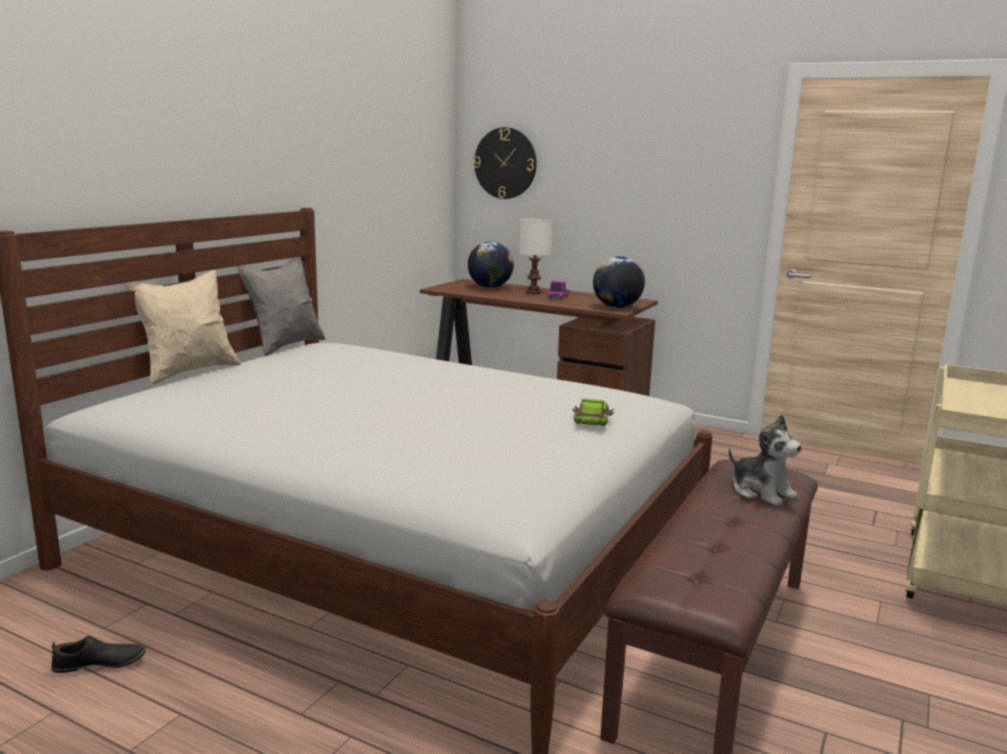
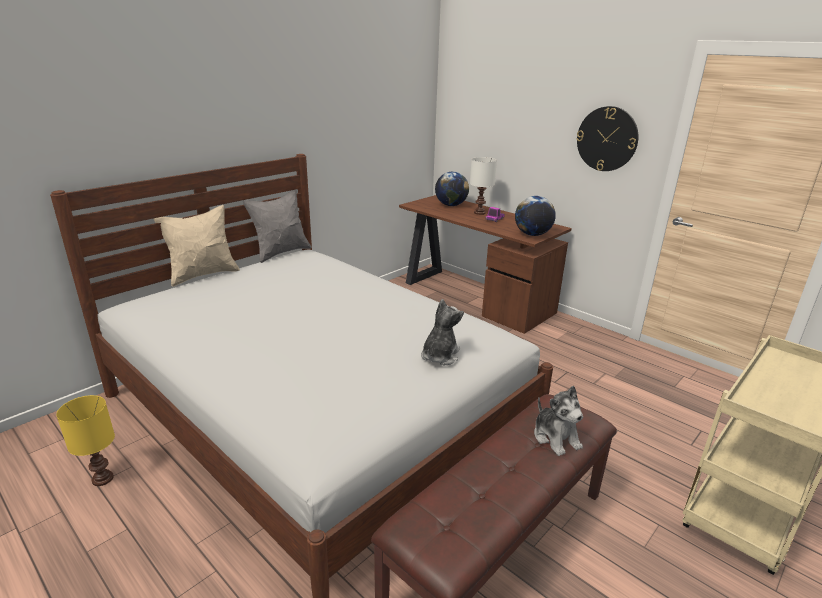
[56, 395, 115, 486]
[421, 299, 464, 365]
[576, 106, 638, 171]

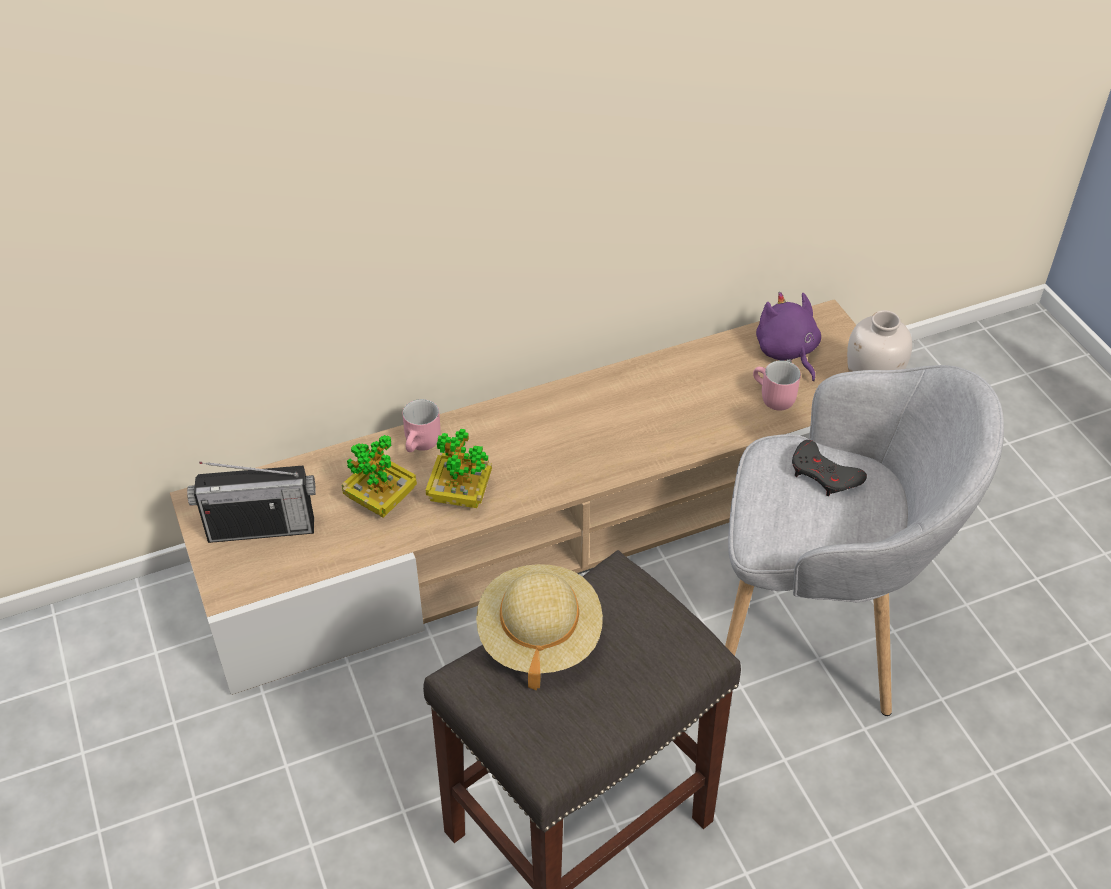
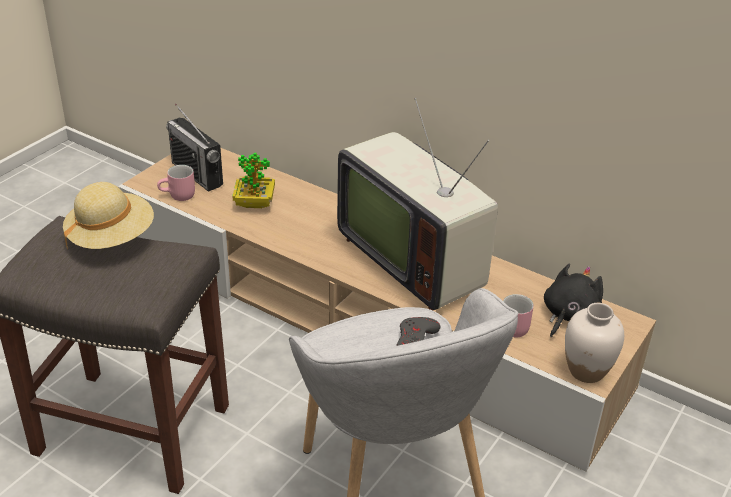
[157, 165, 195, 201]
[337, 98, 498, 310]
[544, 263, 603, 337]
[425, 429, 492, 508] (first image)

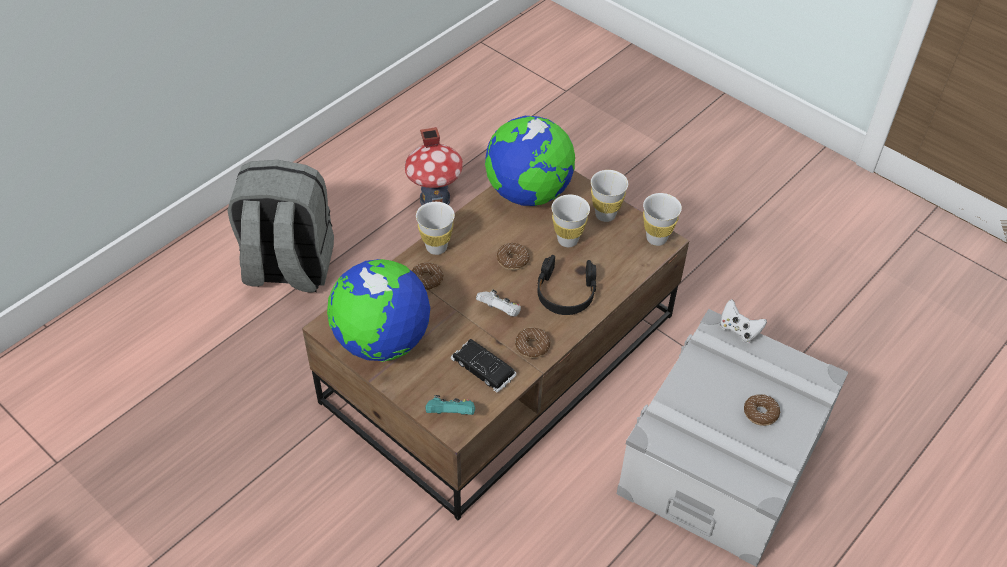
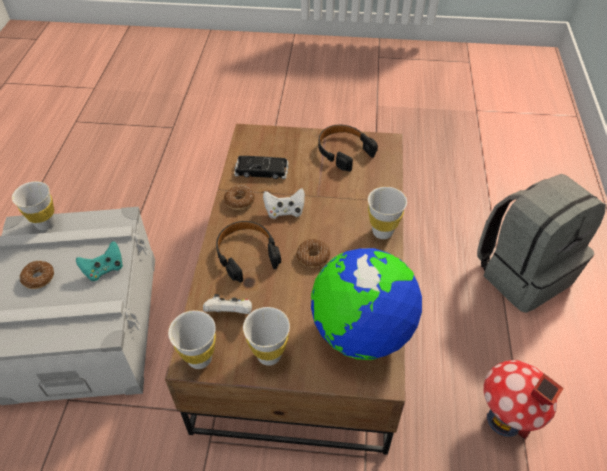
[12, 181, 55, 230]
[76, 241, 123, 281]
[203, 294, 252, 314]
[318, 125, 378, 172]
[412, 263, 444, 291] (first image)

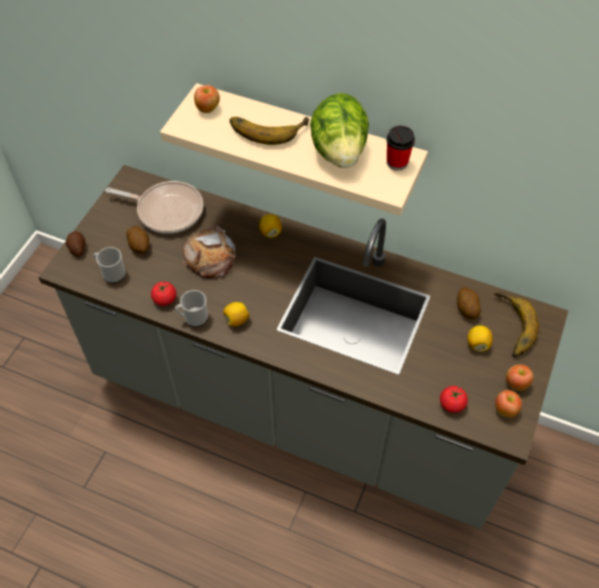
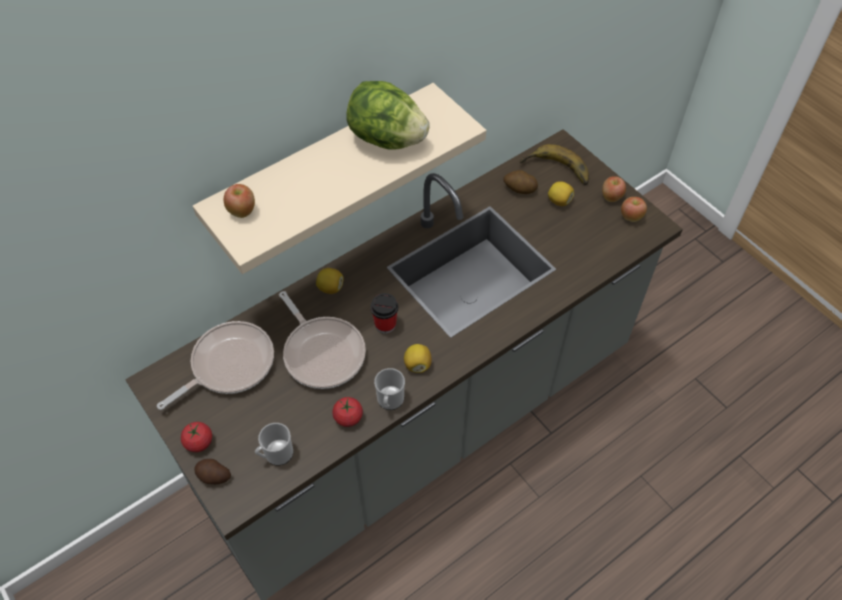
[181, 422, 212, 452]
[279, 291, 366, 389]
[370, 293, 398, 334]
[126, 226, 149, 253] (first image)
[230, 117, 309, 145] (first image)

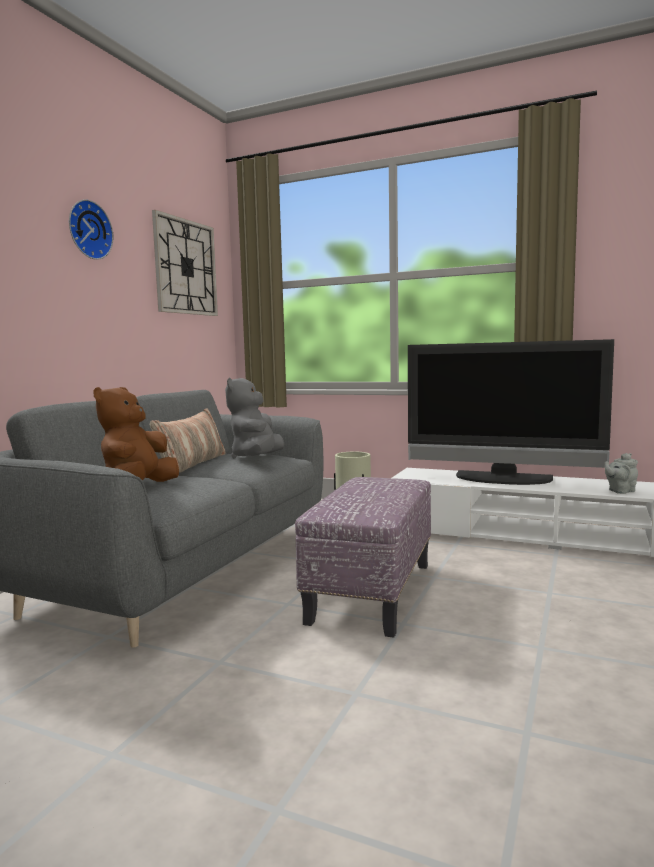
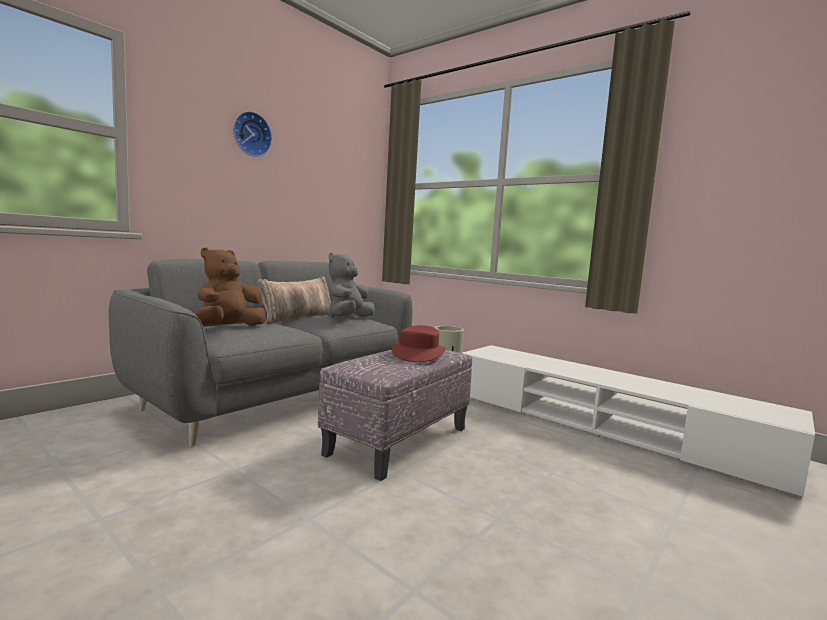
[392, 325, 446, 362]
[152, 210, 218, 316] (first image)
[408, 339, 614, 485] (first image)
[605, 453, 638, 494] (first image)

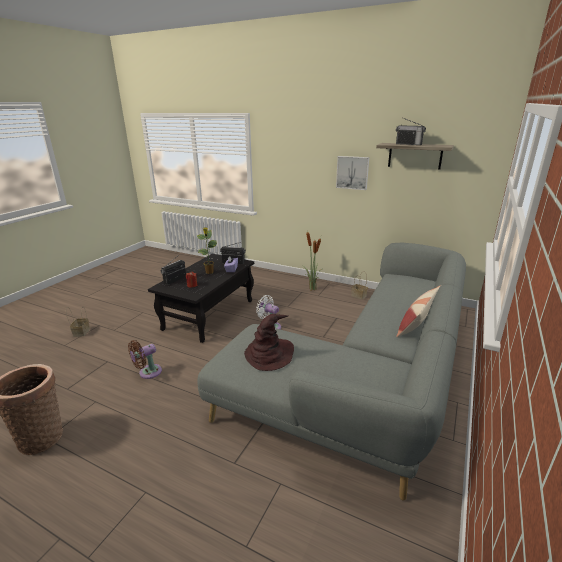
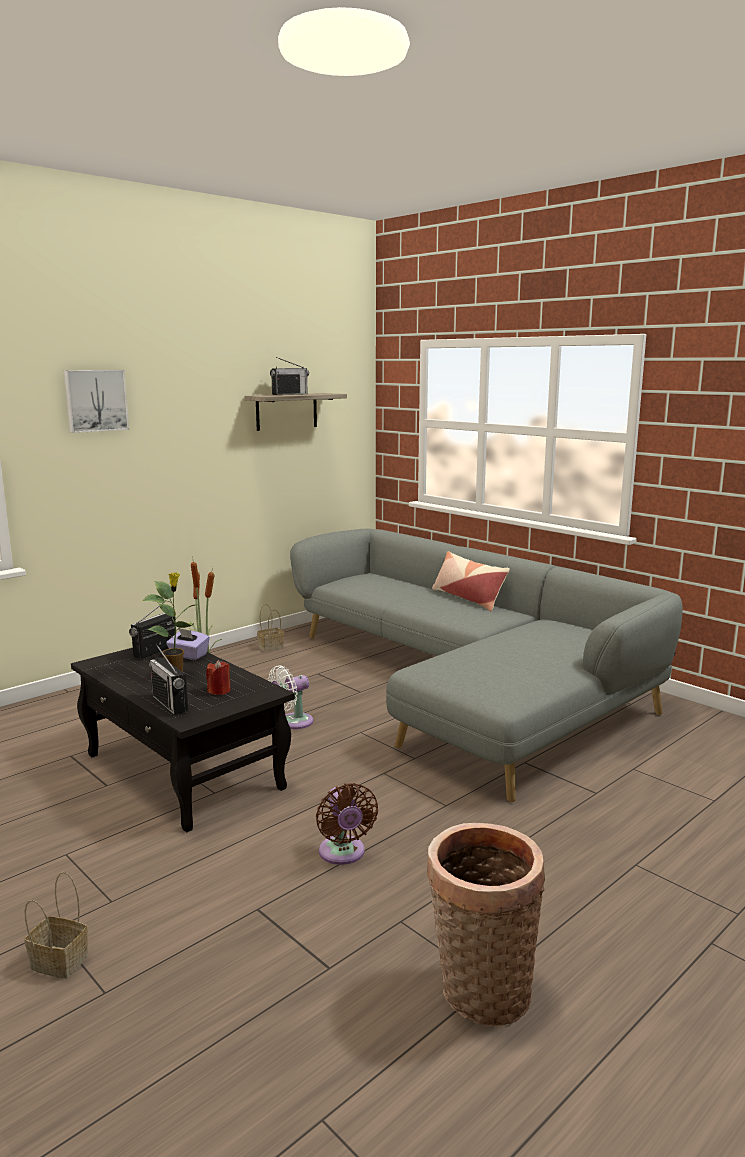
[64, 370, 129, 433]
[244, 314, 294, 371] (first image)

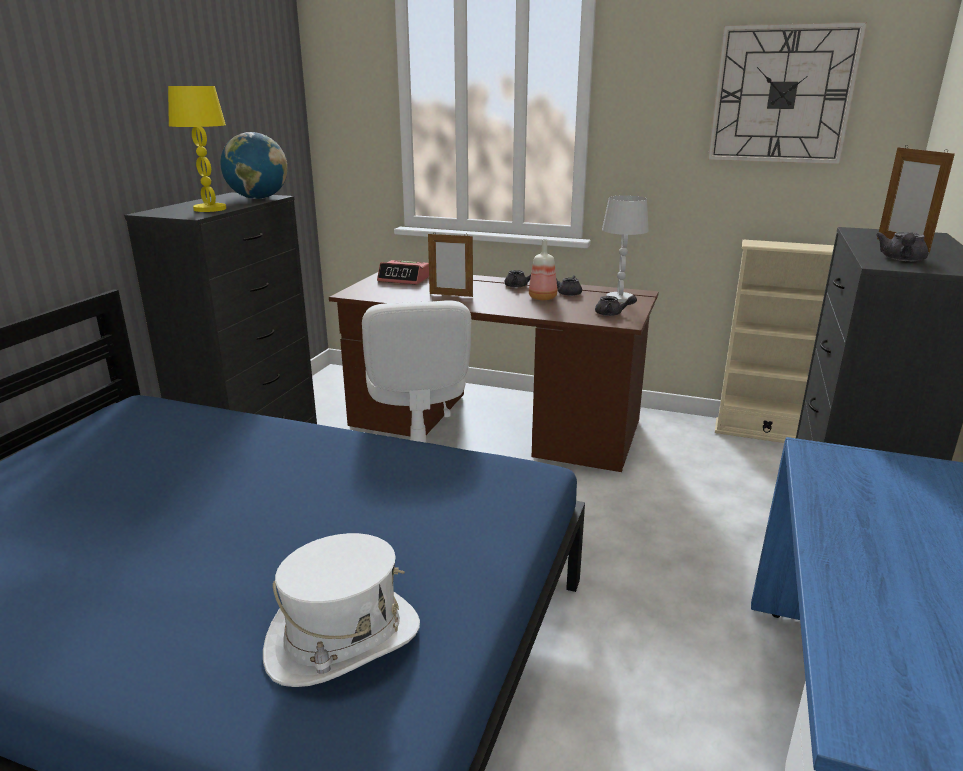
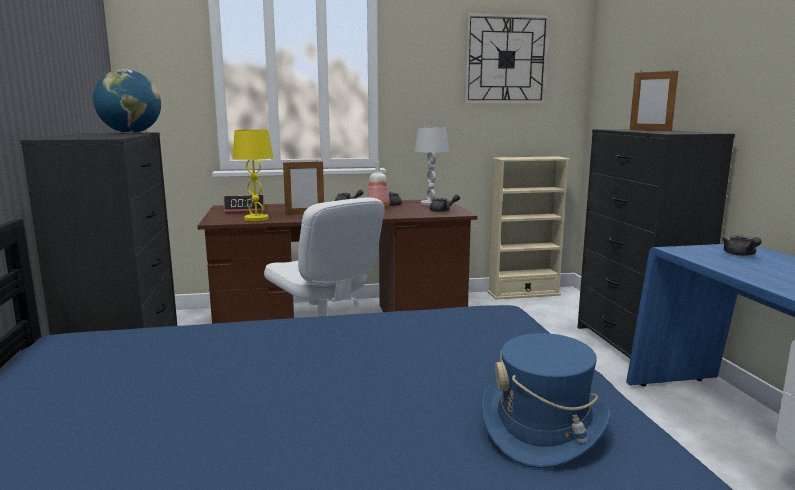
[232, 130, 274, 221]
[481, 333, 611, 468]
[722, 235, 762, 256]

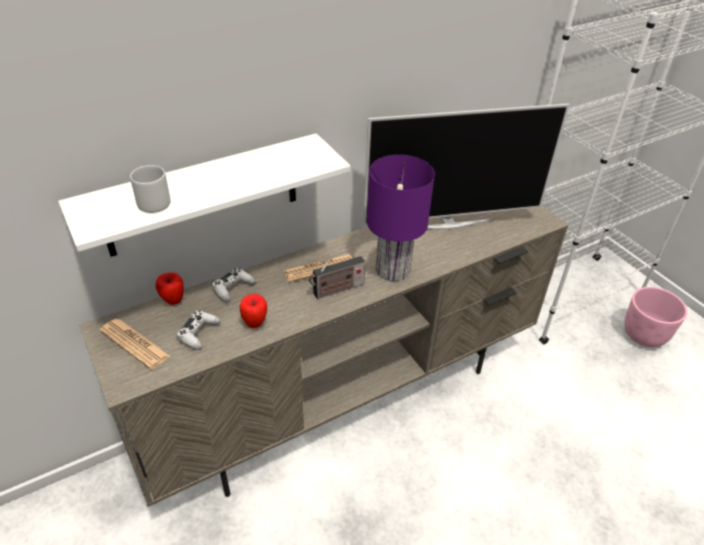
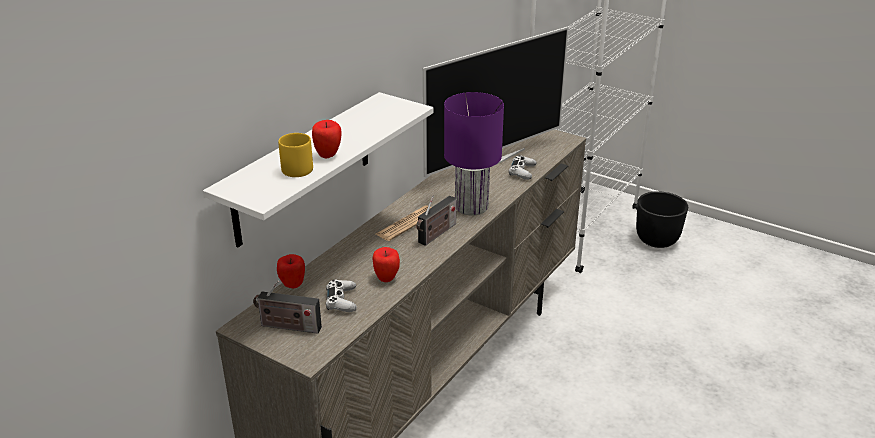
[253, 281, 322, 334]
[278, 133, 313, 177]
[312, 120, 341, 158]
[509, 155, 537, 180]
[636, 191, 688, 248]

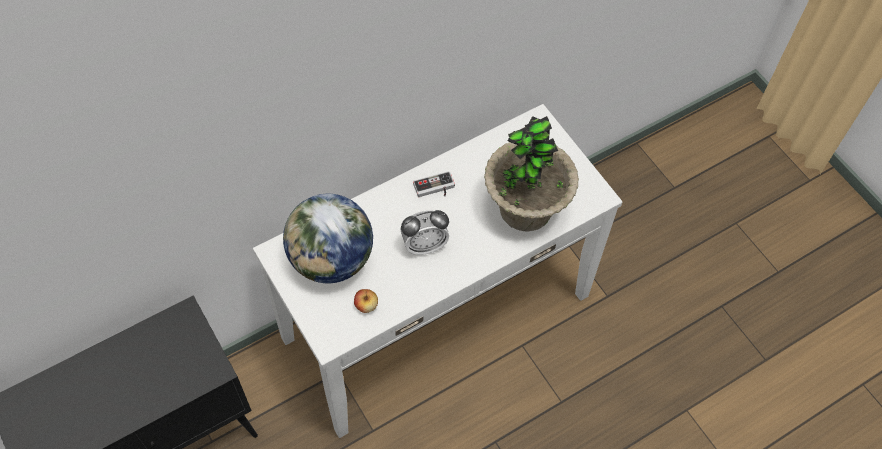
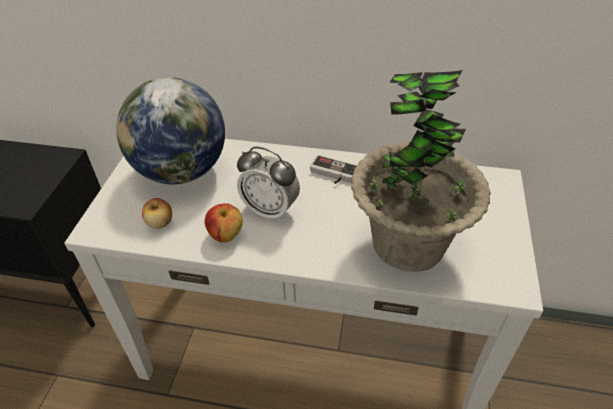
[205, 203, 243, 243]

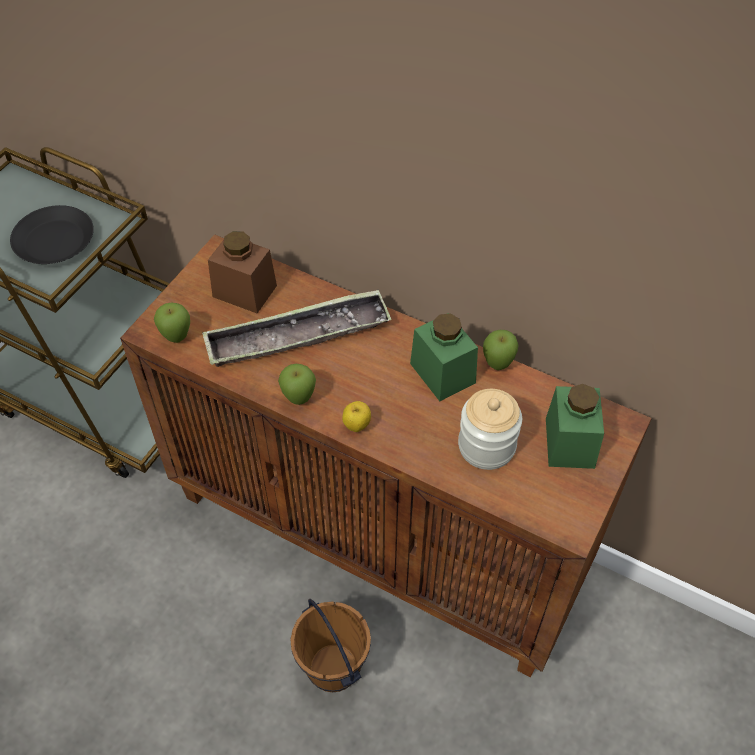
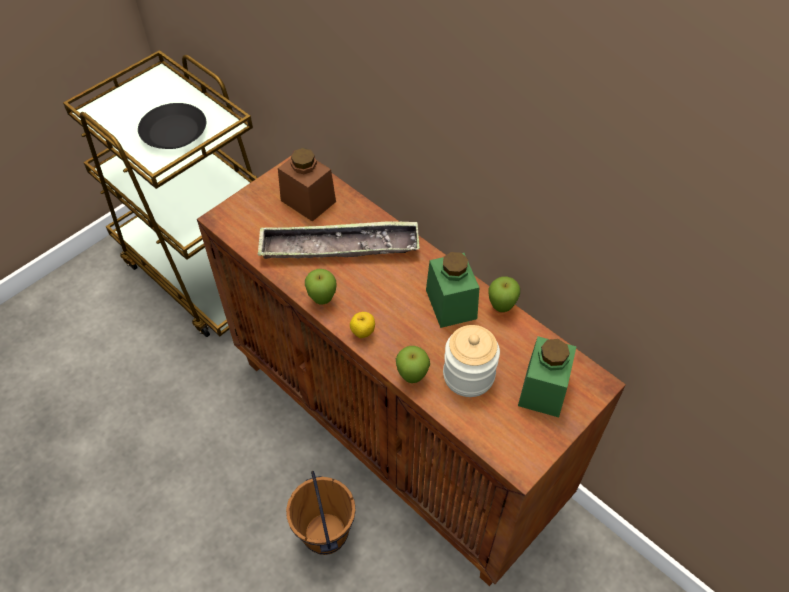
[396, 346, 430, 383]

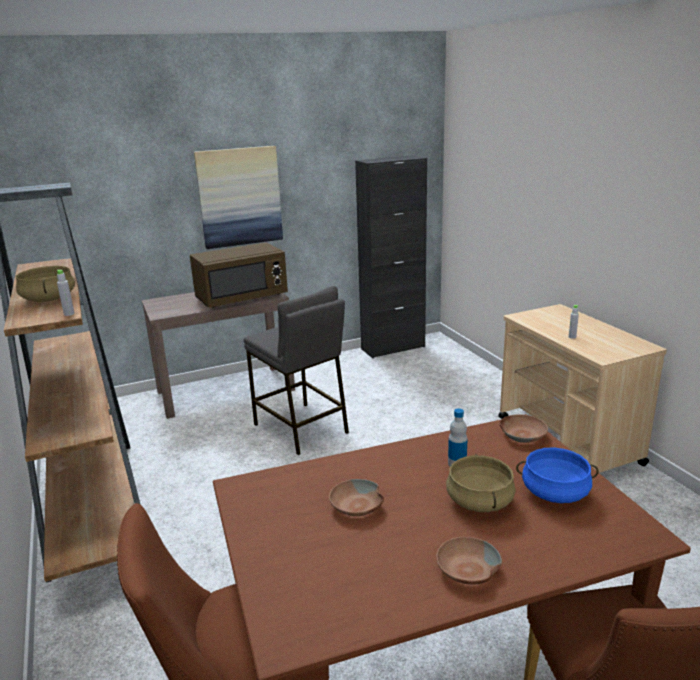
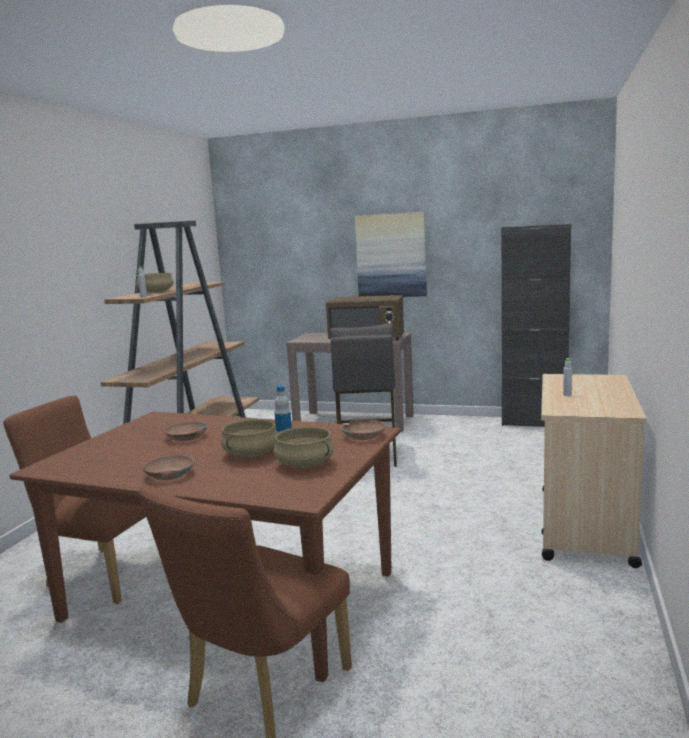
[274, 426, 334, 468]

